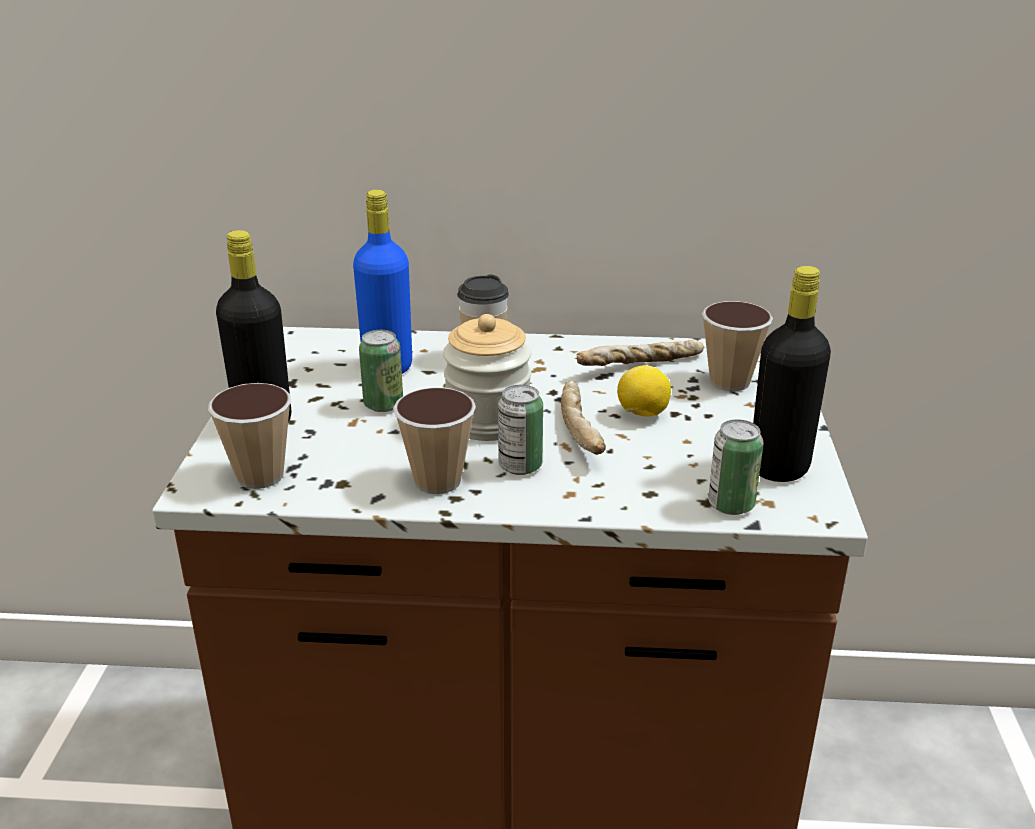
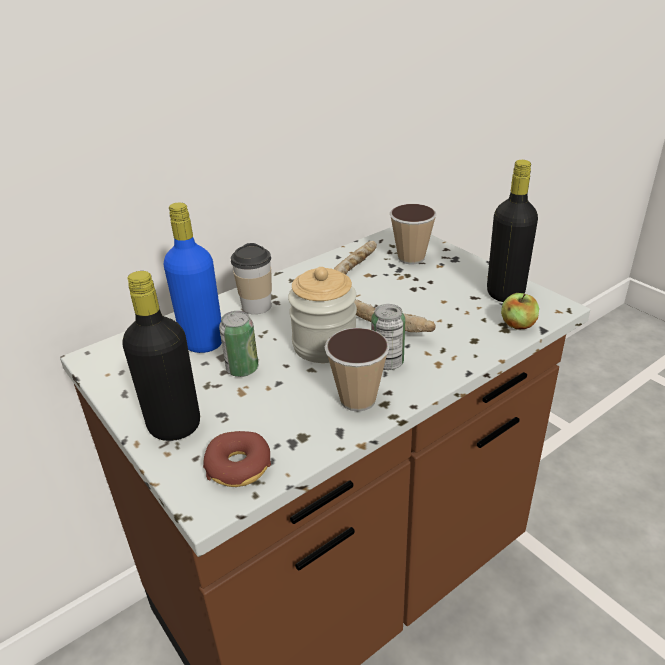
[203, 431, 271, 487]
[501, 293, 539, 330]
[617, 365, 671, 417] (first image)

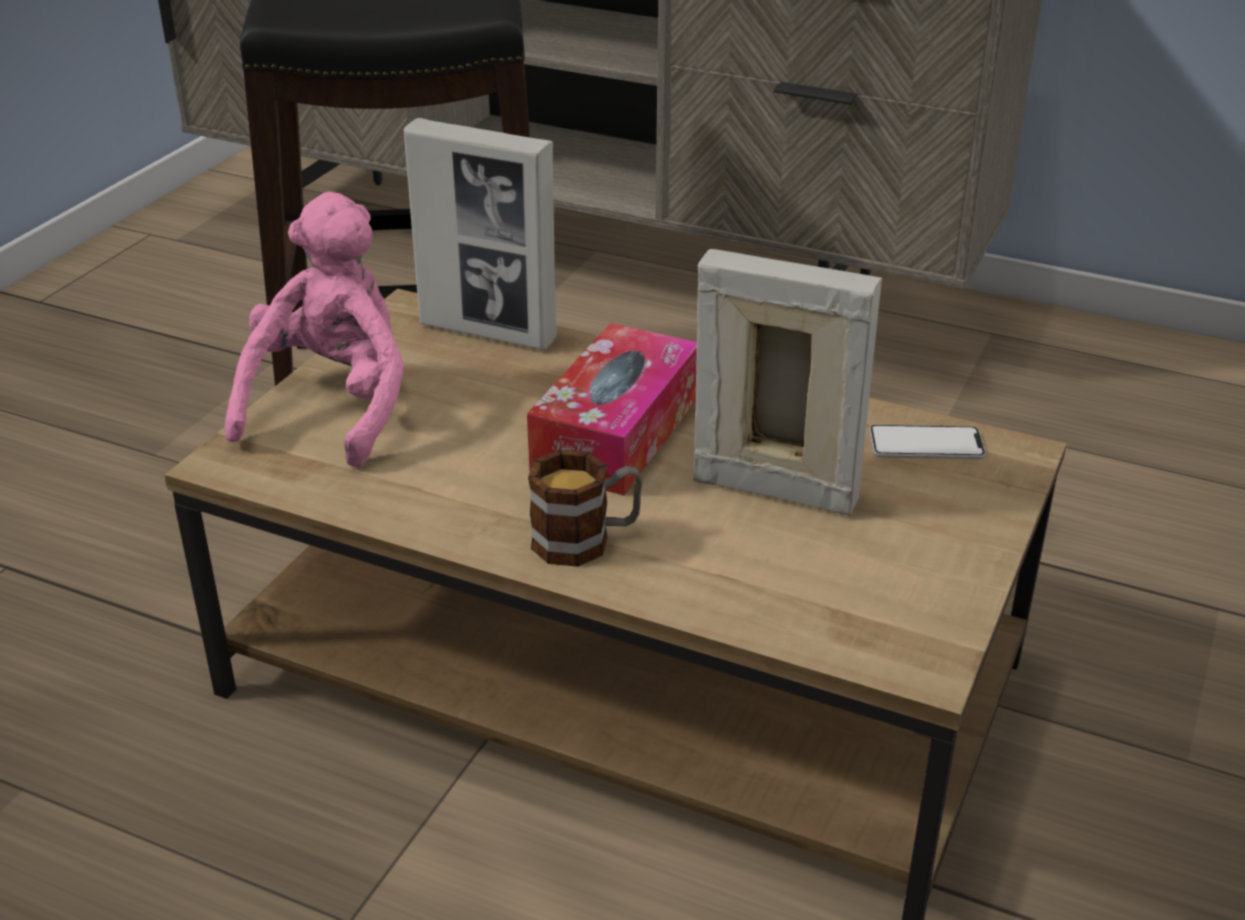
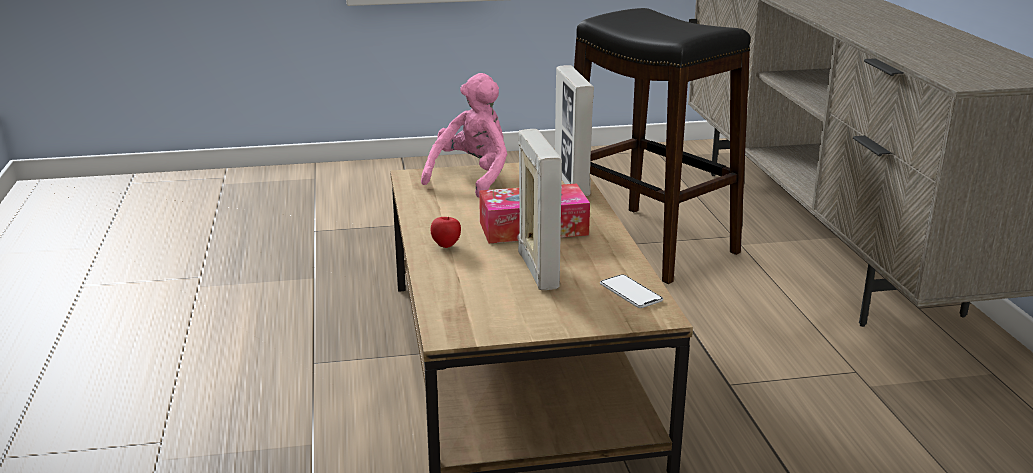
[421, 73, 507, 198]
[431, 216, 461, 248]

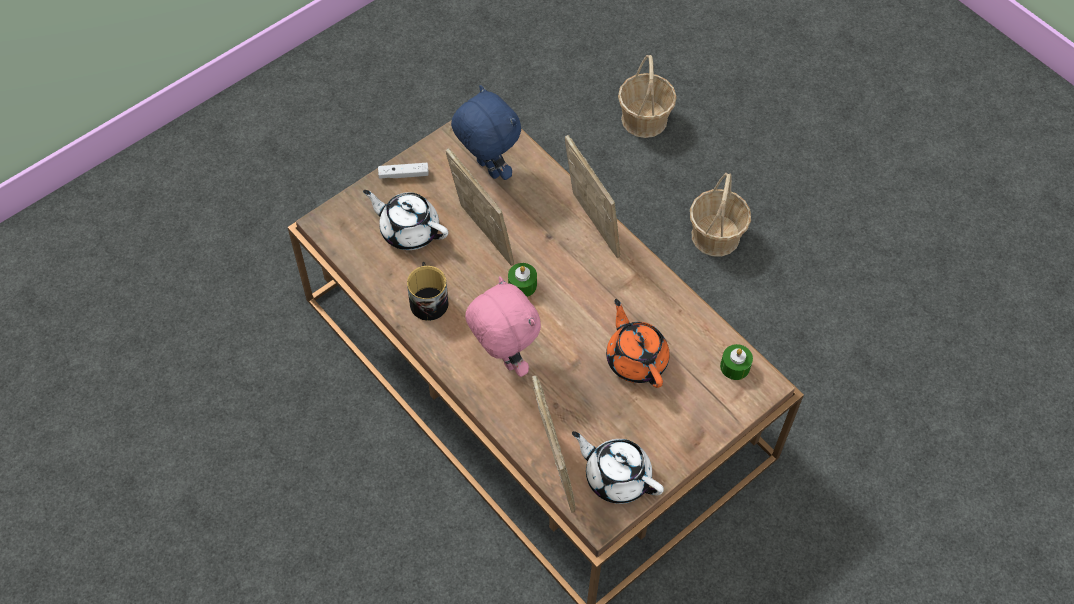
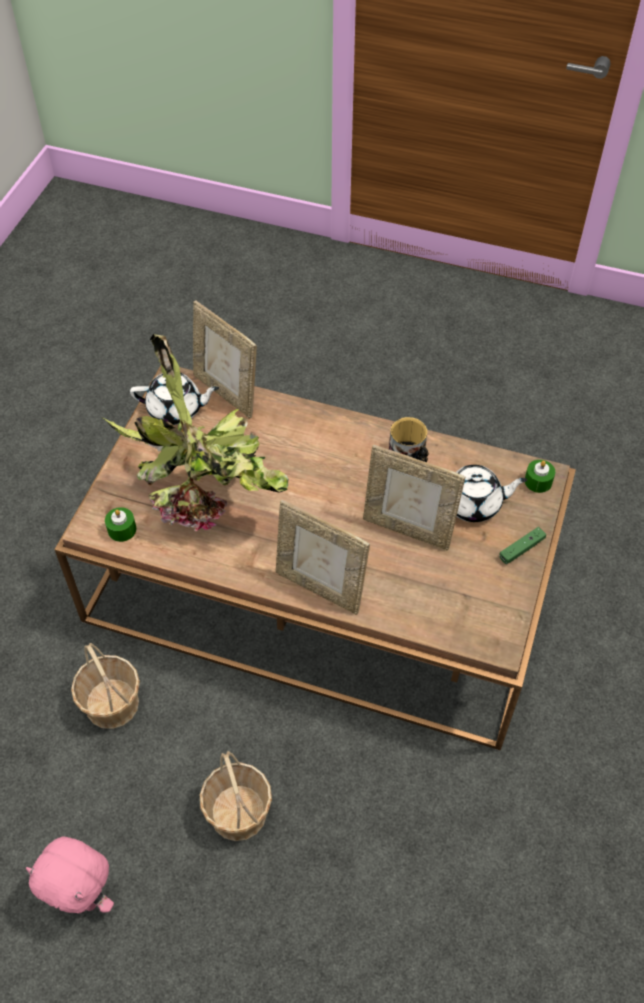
[26, 836, 114, 913]
[71, 643, 140, 729]
[101, 334, 289, 531]
[499, 527, 546, 564]
[525, 460, 555, 493]
[451, 85, 521, 180] (first image)

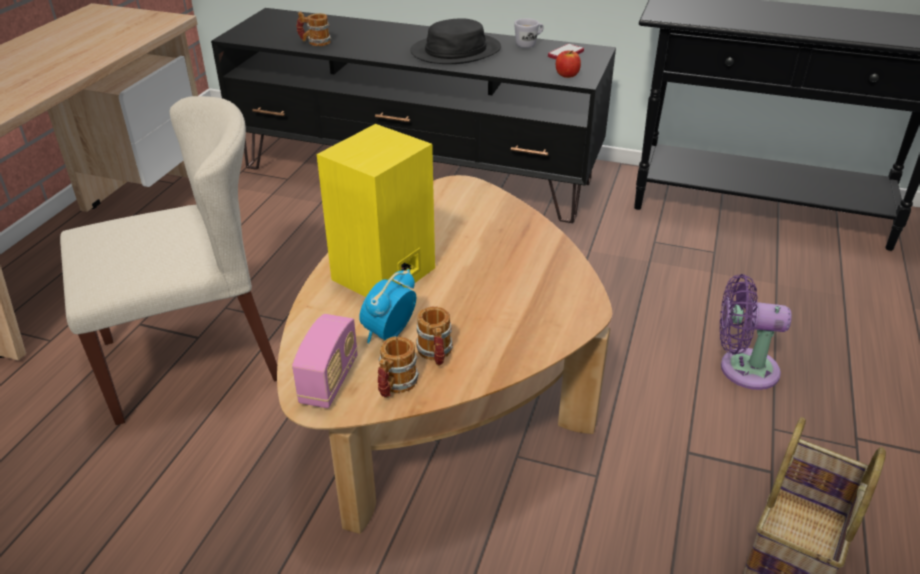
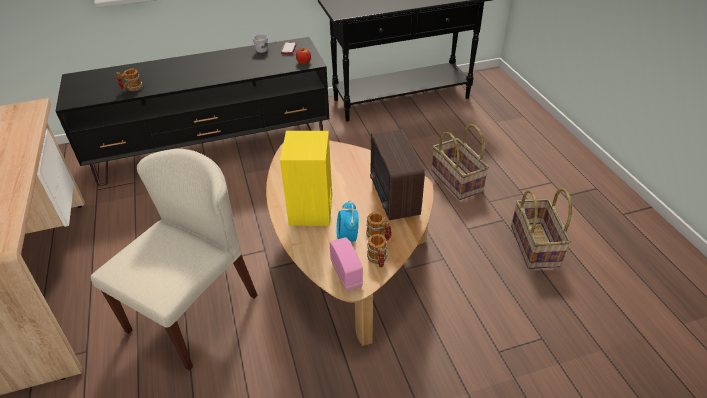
[370, 129, 425, 220]
[431, 124, 489, 200]
[410, 18, 501, 64] (first image)

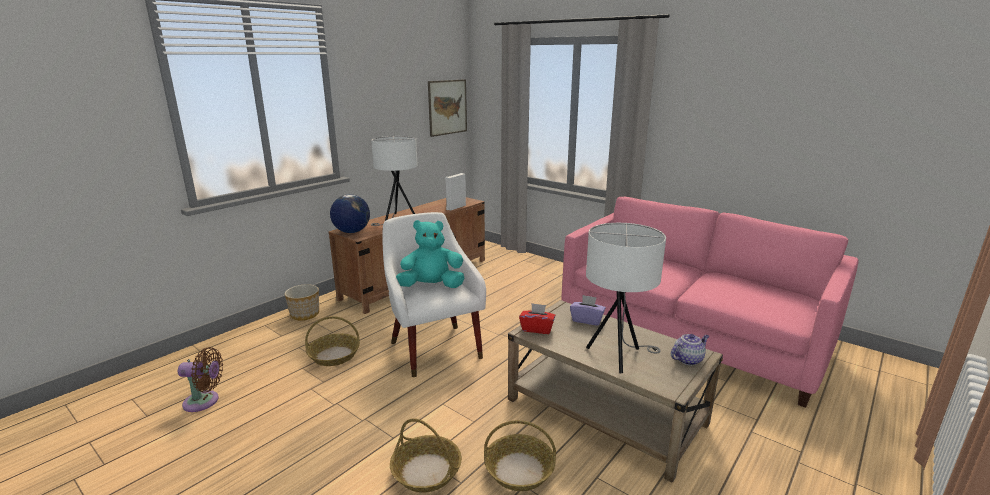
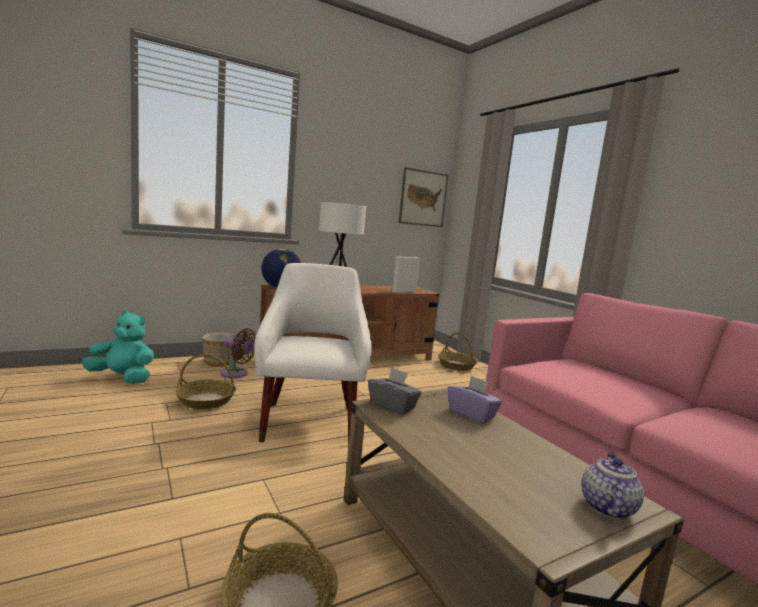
[82, 311, 154, 384]
[220, 328, 256, 378]
[368, 367, 422, 415]
[438, 332, 478, 371]
[581, 452, 644, 519]
[586, 223, 666, 373] (first image)

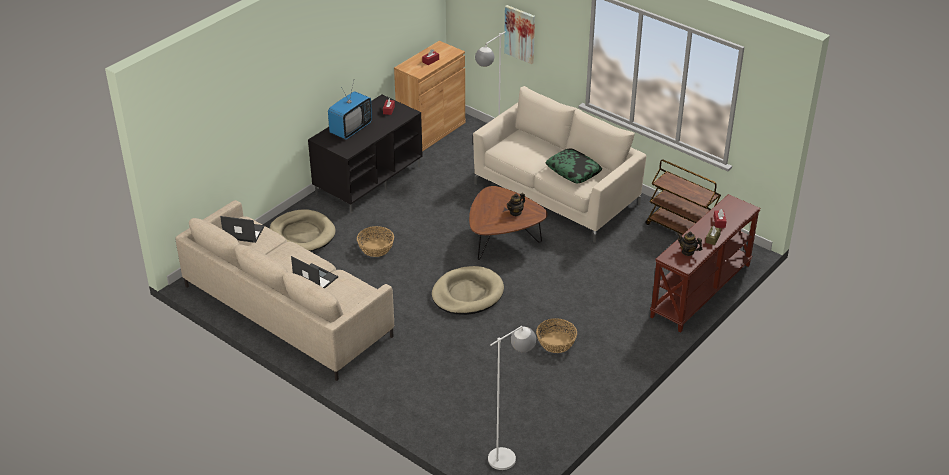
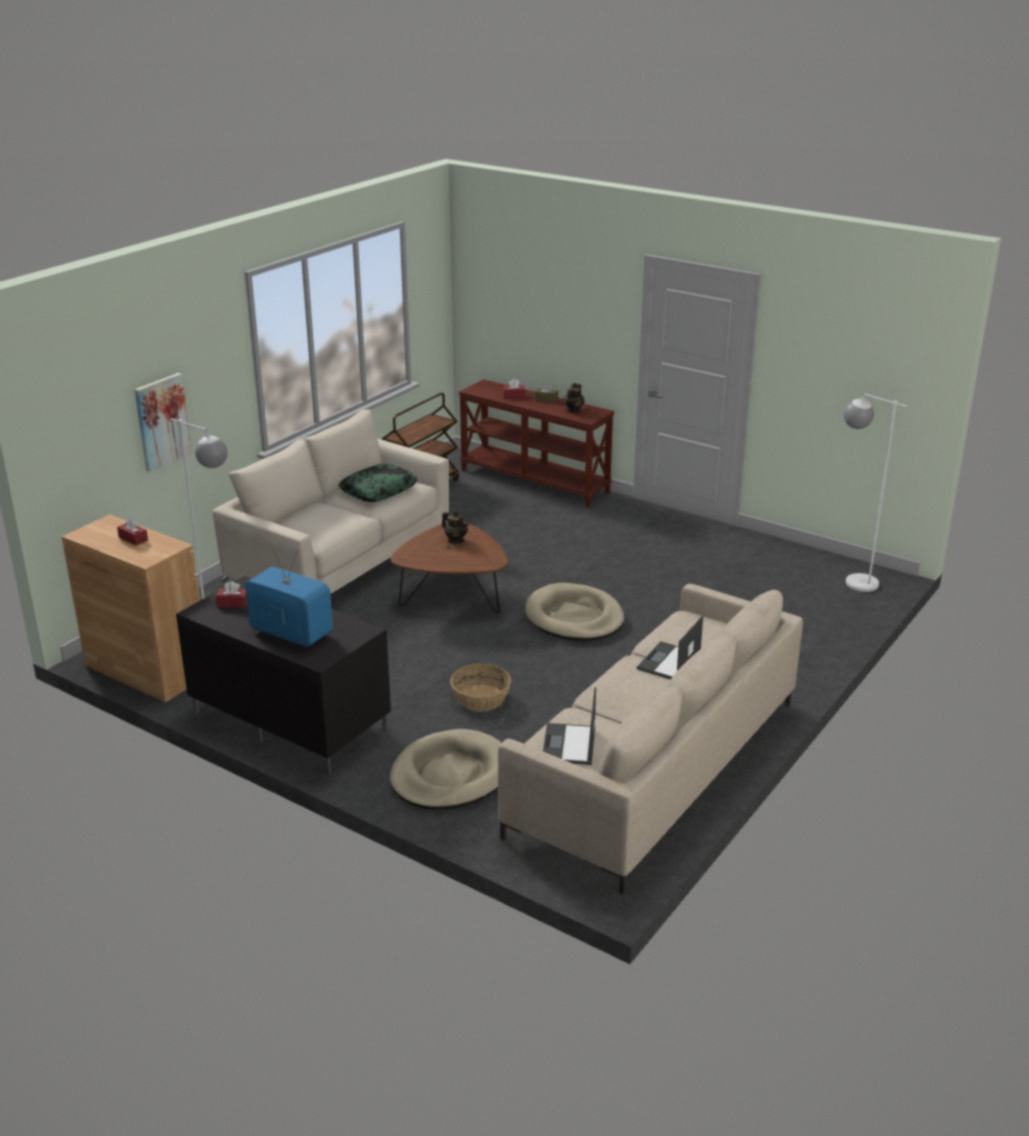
[536, 318, 577, 353] (first image)

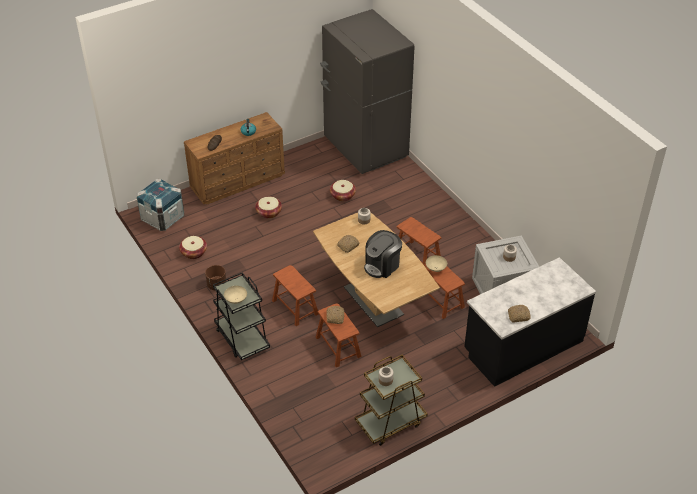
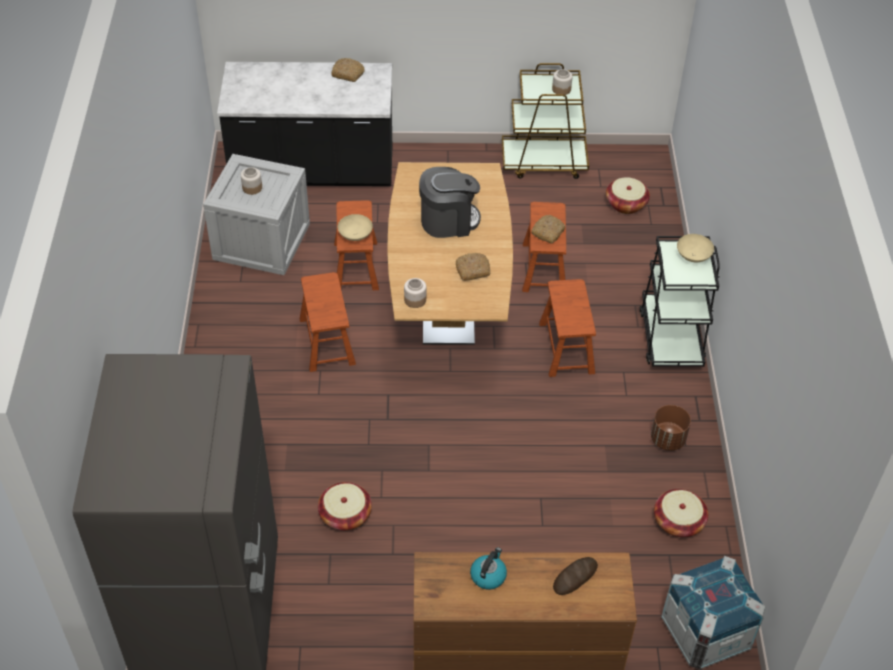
[606, 177, 650, 214]

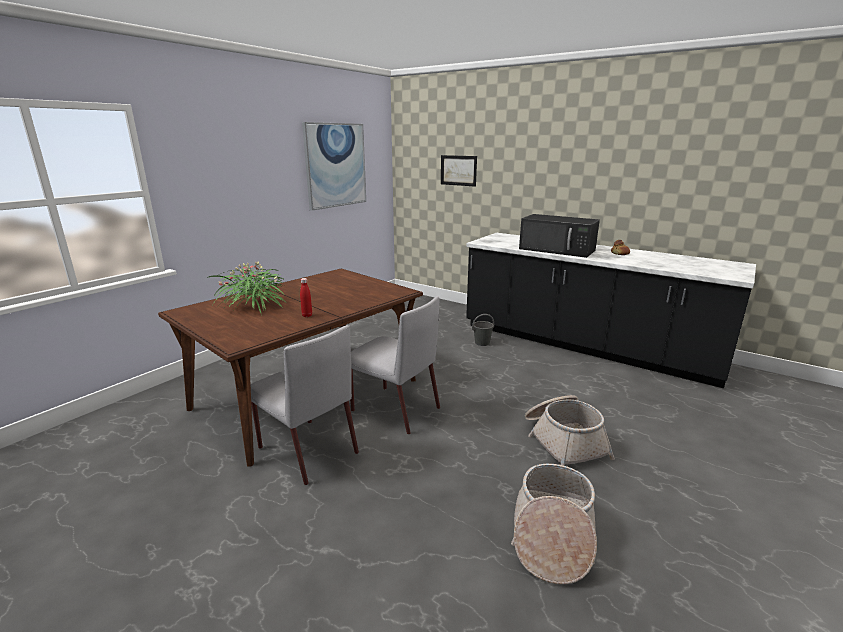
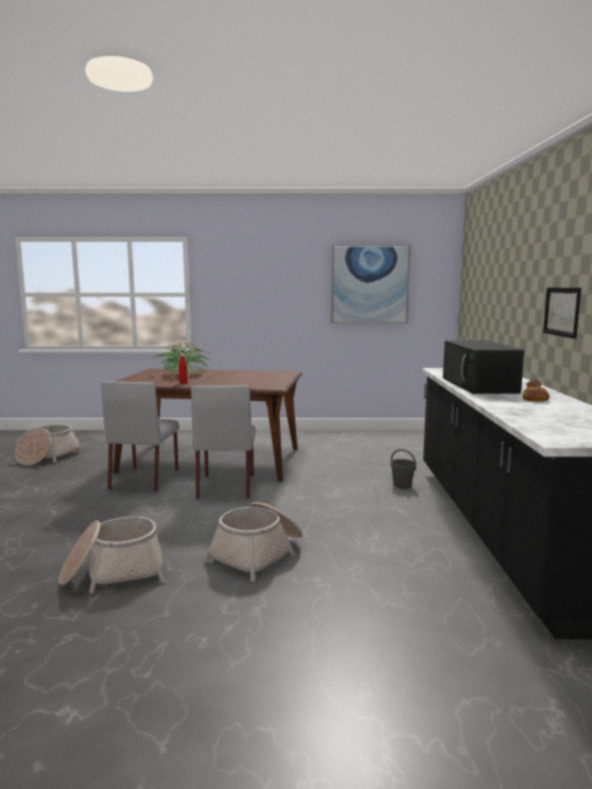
[14, 425, 84, 466]
[543, 287, 581, 339]

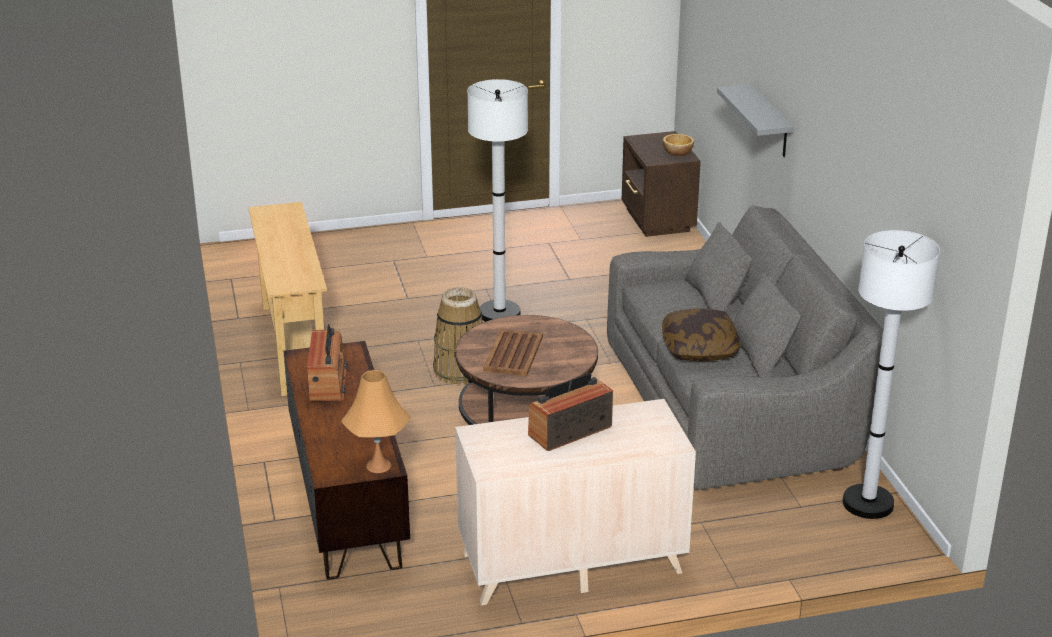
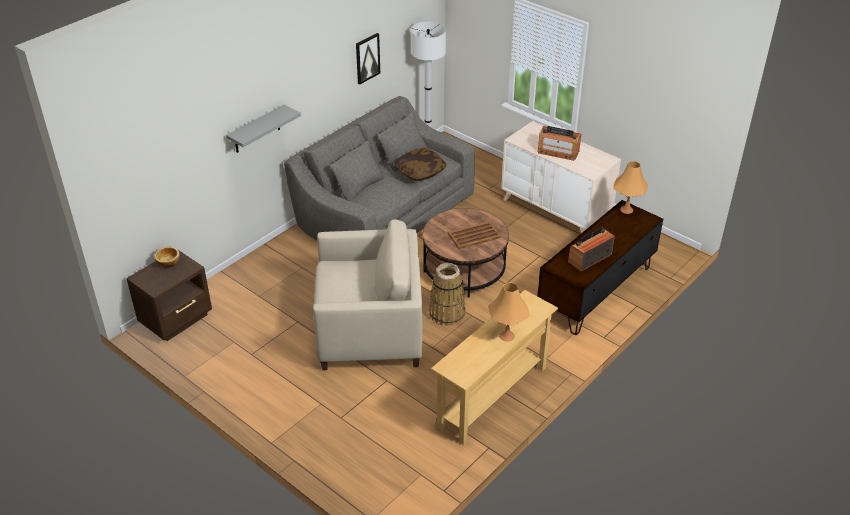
[313, 219, 422, 370]
[356, 33, 380, 84]
[488, 282, 530, 342]

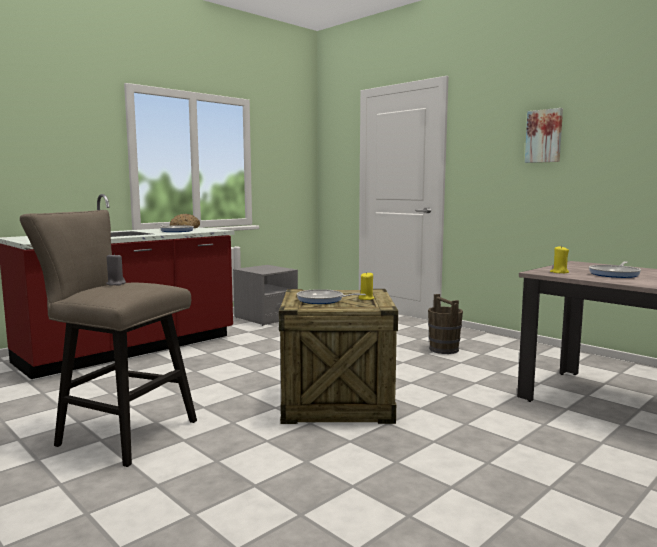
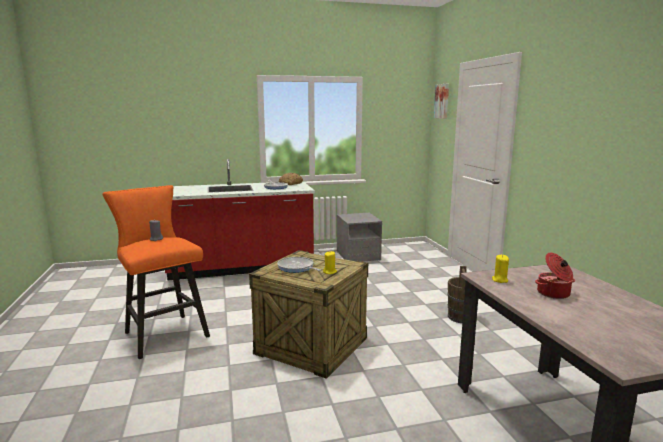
[103, 185, 210, 359]
[434, 84, 449, 119]
[535, 253, 575, 299]

